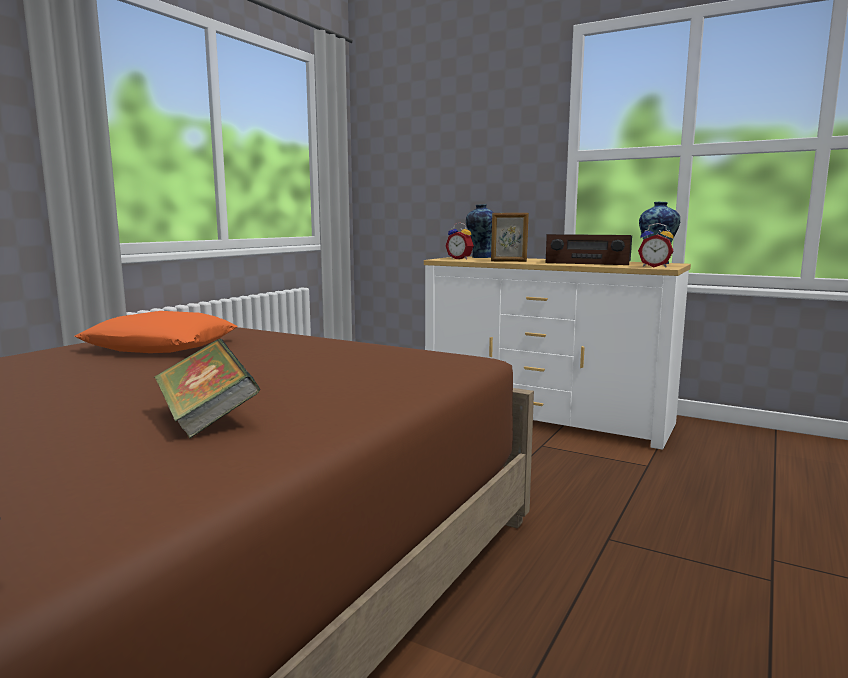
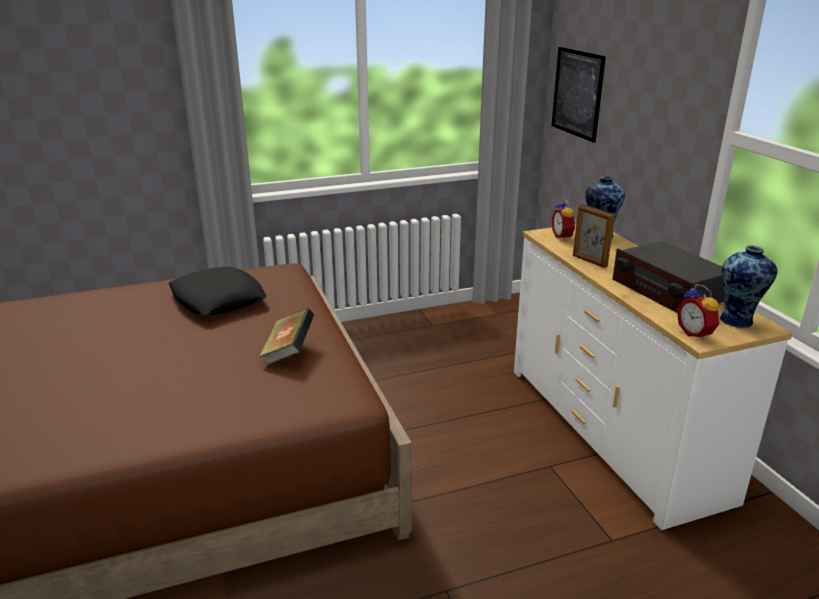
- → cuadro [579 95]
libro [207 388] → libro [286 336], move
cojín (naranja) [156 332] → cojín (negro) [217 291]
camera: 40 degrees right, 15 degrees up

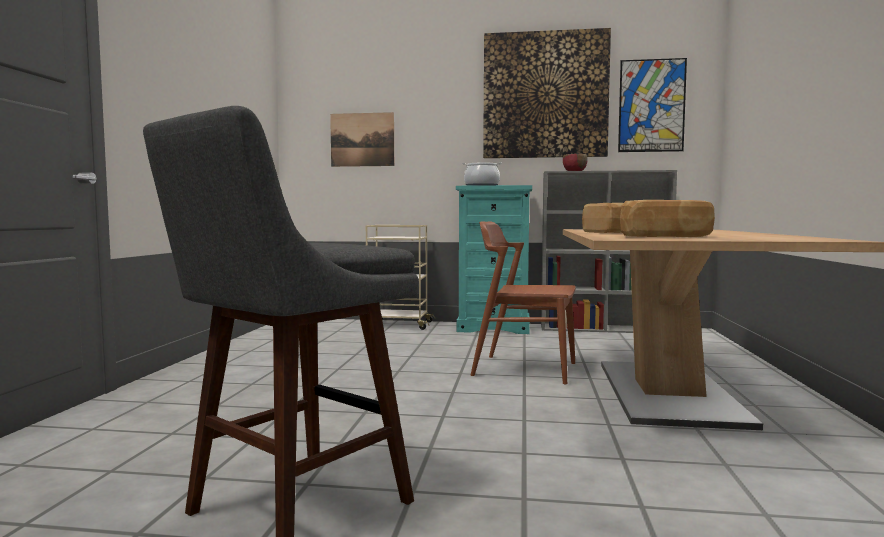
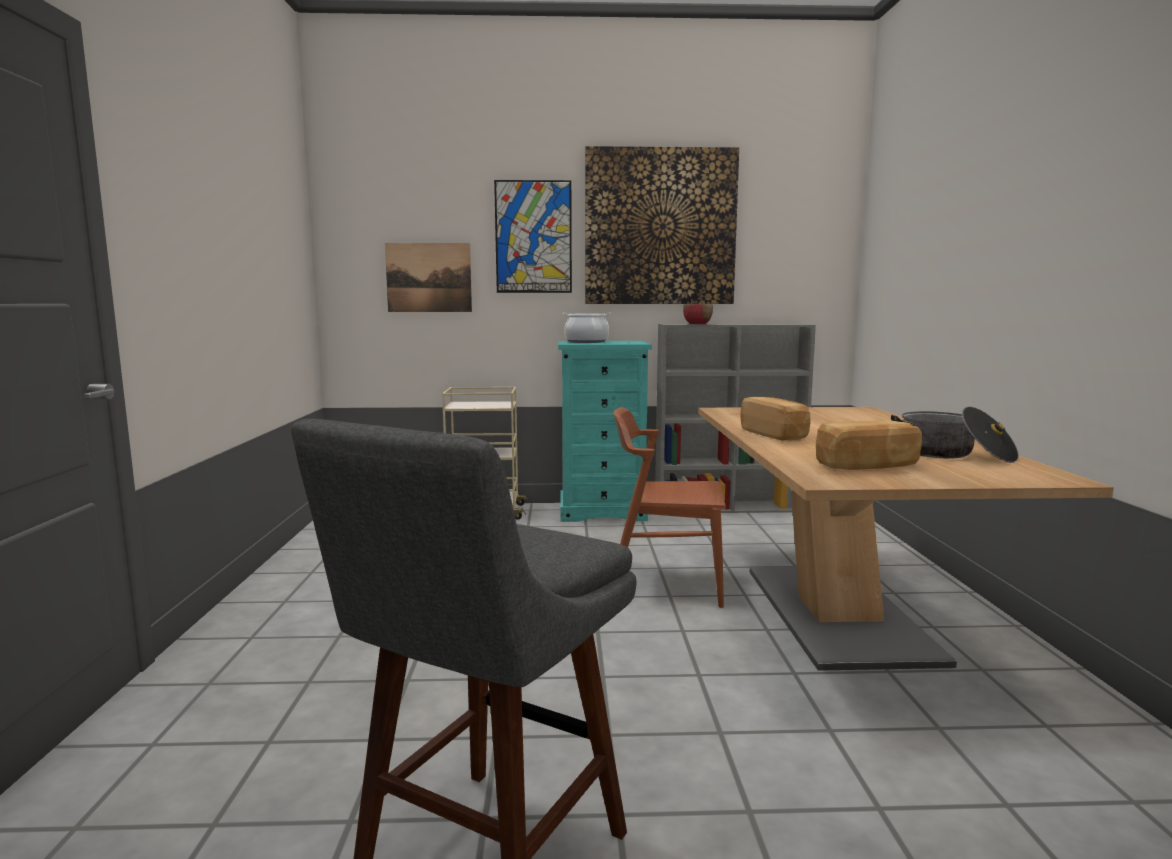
- → olla [955 434]
cuadro [652 105] → cuadro [533 236], move
camera: 10 degrees left, 5 degrees up

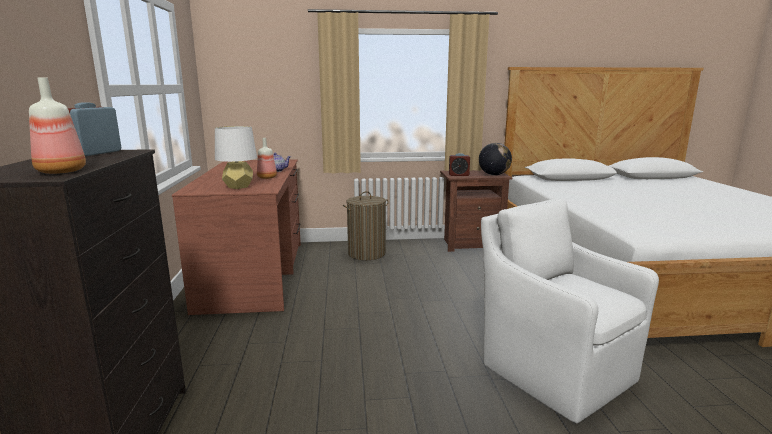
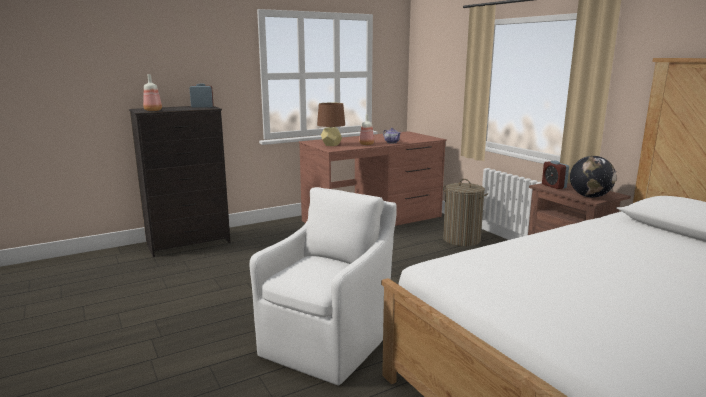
lámpara de mesa (blanco) [236 157] → lámpara de mesa (marrón) [331 124]
camera: 65 degrees right, 0 degrees up

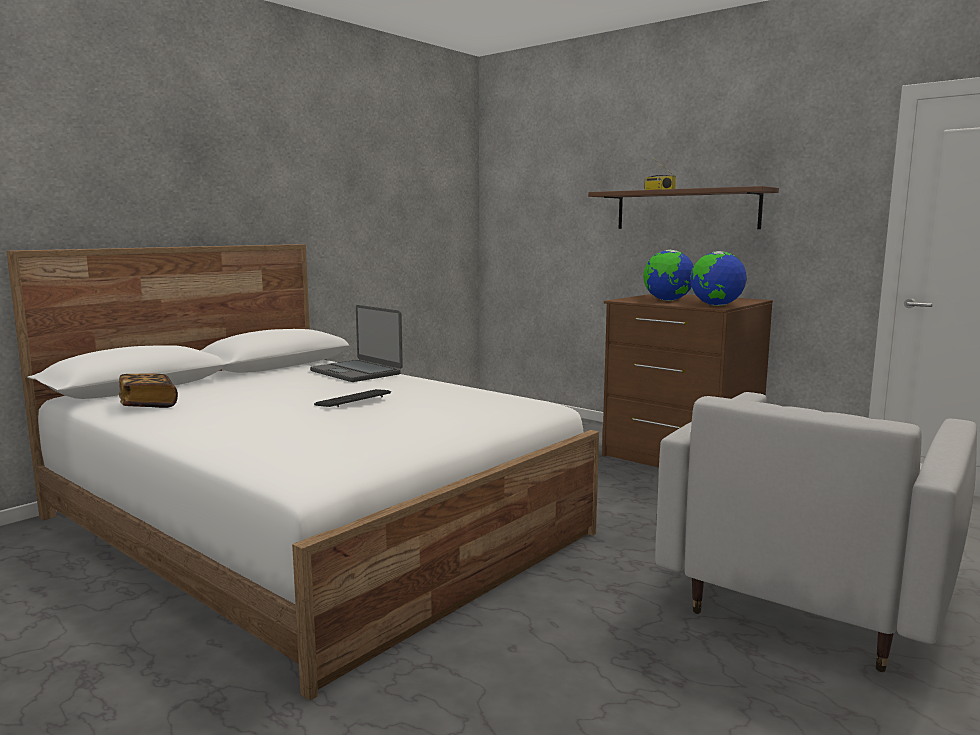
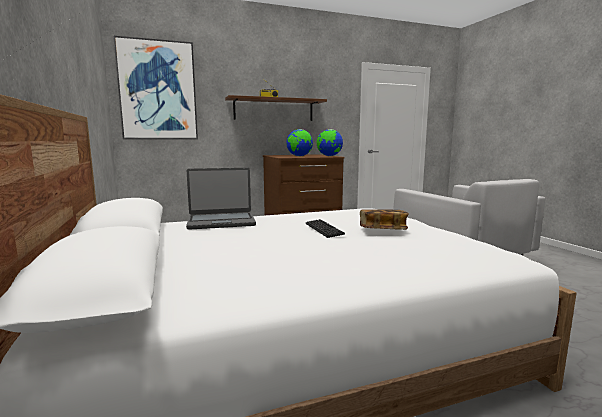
- → cuadro [155 87]
libro [148 391] → libro [384 219], move
camera: 60 degrees left, 0 degrees up

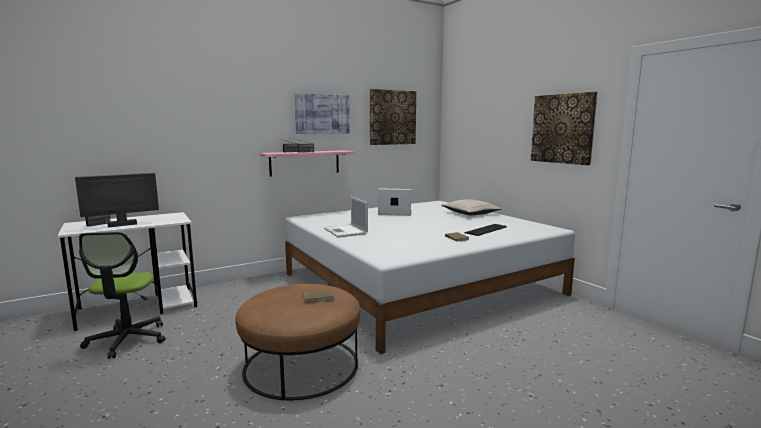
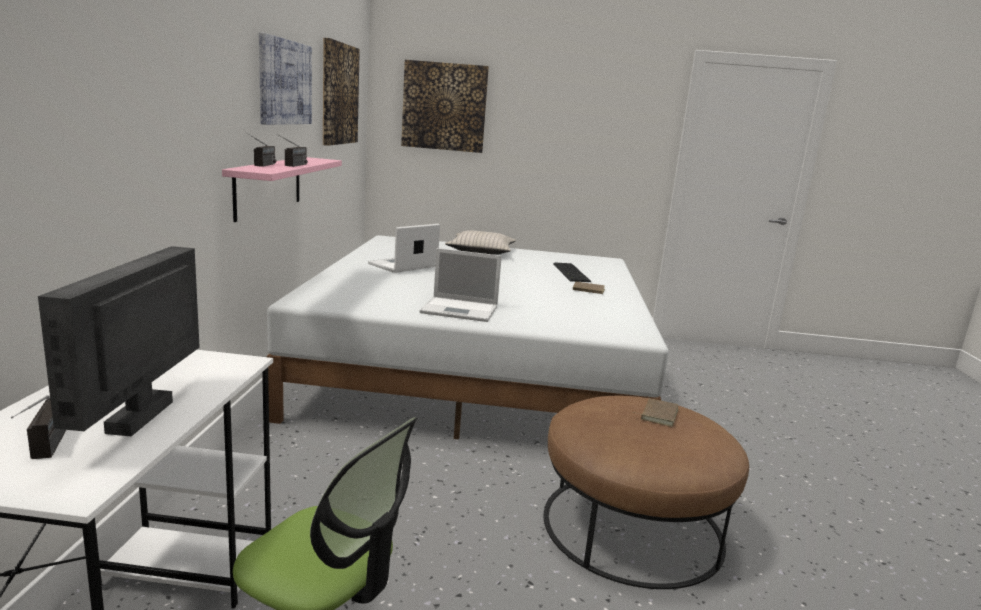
cuadro [564 128] → cuadro [445 106], move
camera: 55 degrees left, 5 degrees up

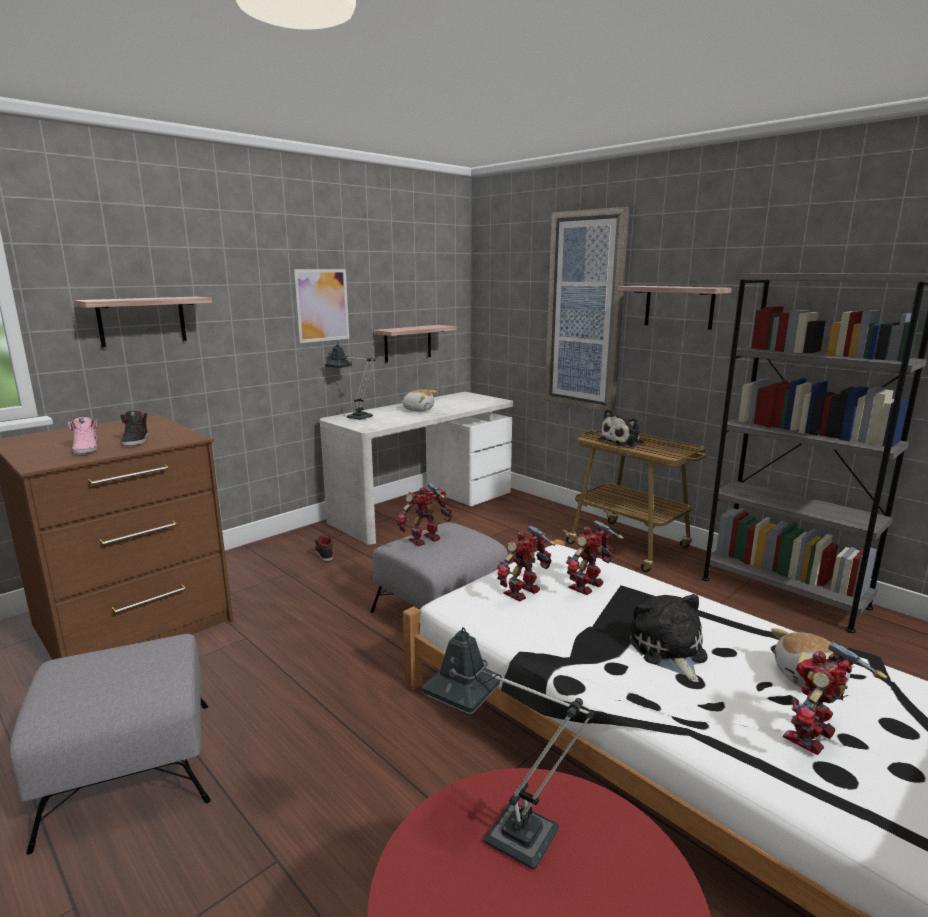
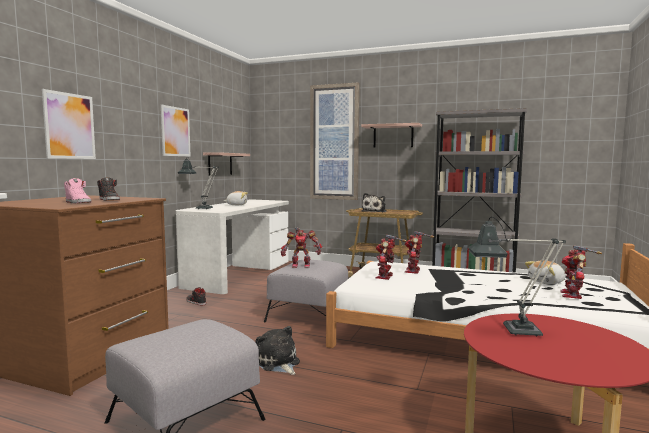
peluche [668 638] → peluche [277 350], move
estante [143 321] → cuadro [69 124]
robot de juguete [425 514] → robot de juguete [301 247], 120 degrees counterclockwise
camera: 25 degrees left, 10 degrees down

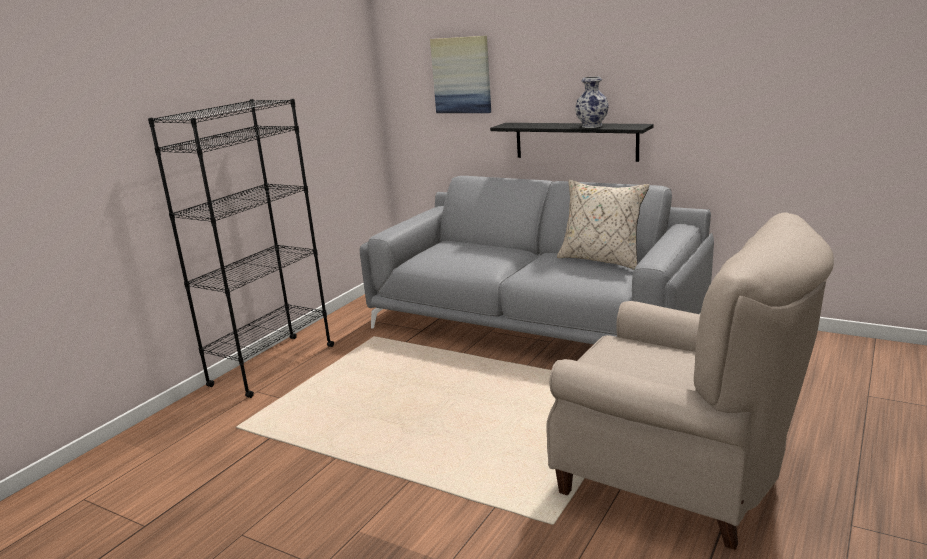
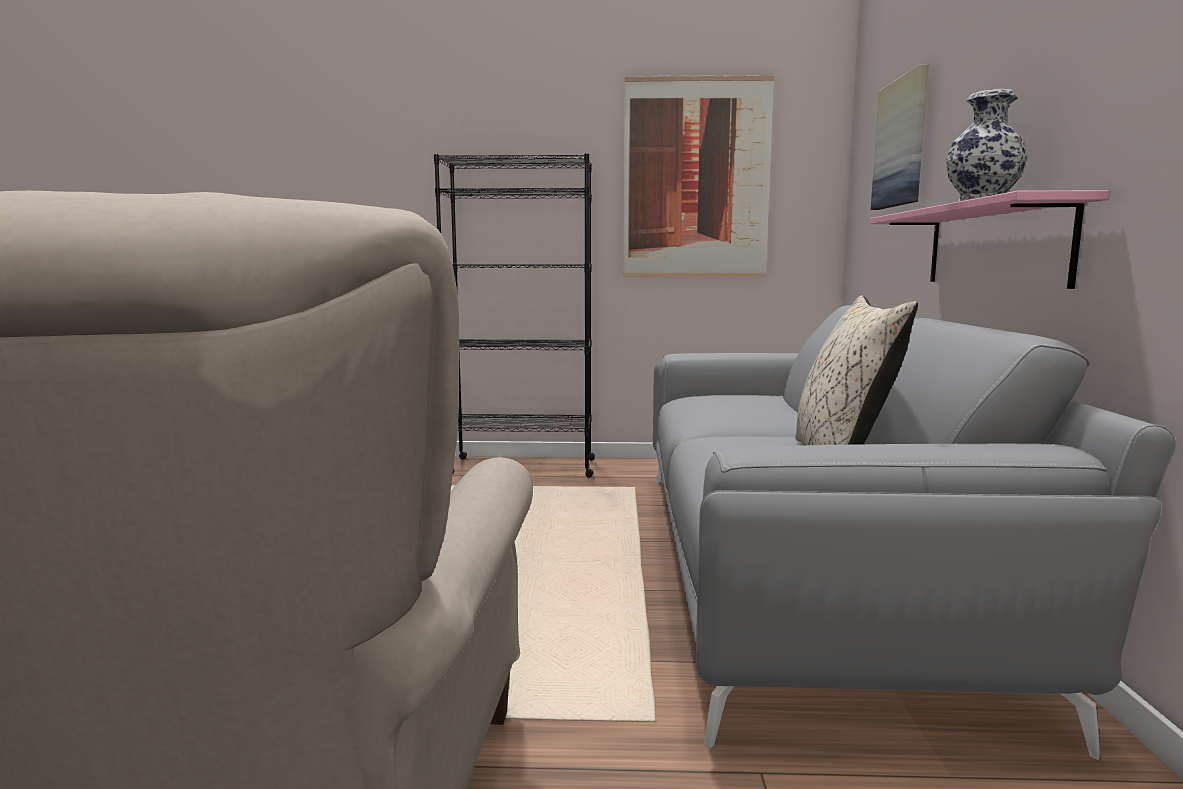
- → cuadro [698 176]
estante (negro) [572 142] → estante (rosa) [989 239]
camera: 60 degrees right, 10 degrees down

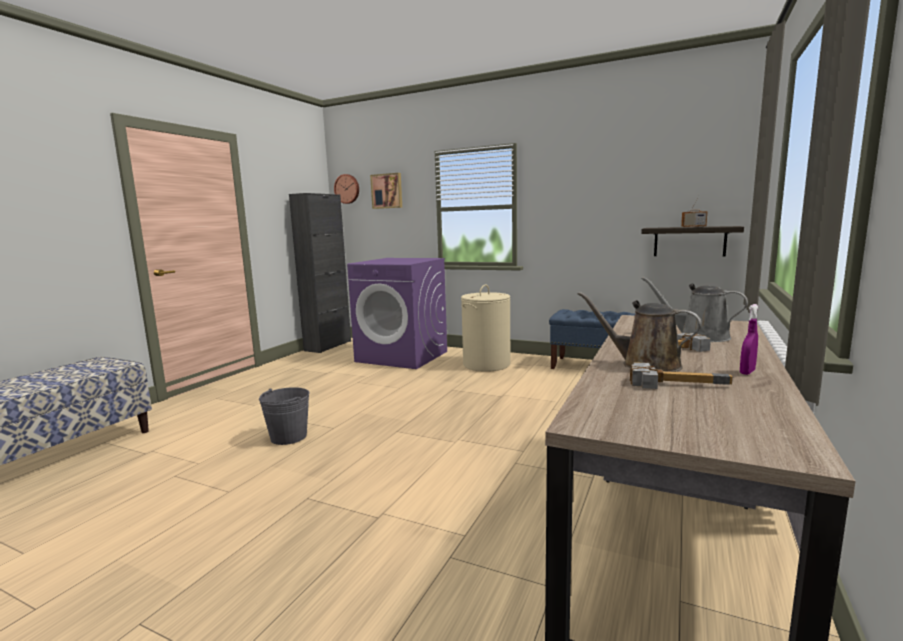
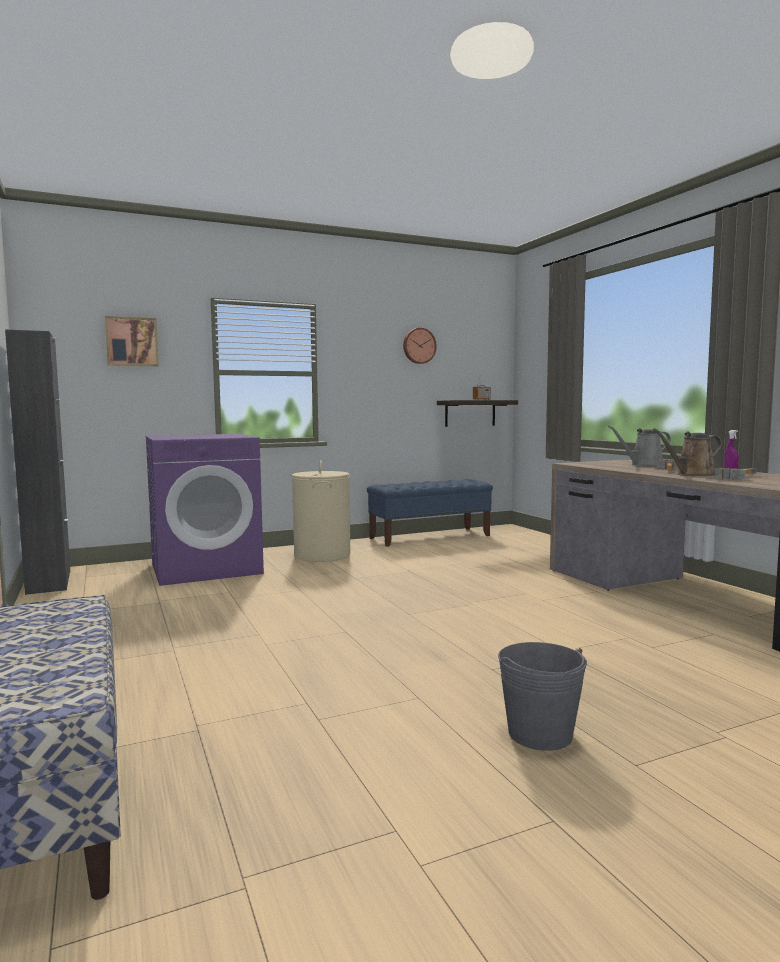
cubo (gris) [284 416] → cubo (gris) [542 696], move
reloj de pared [346 189] → reloj de pared [420 346], move
camera: 50 degrees left, 5 degrees down

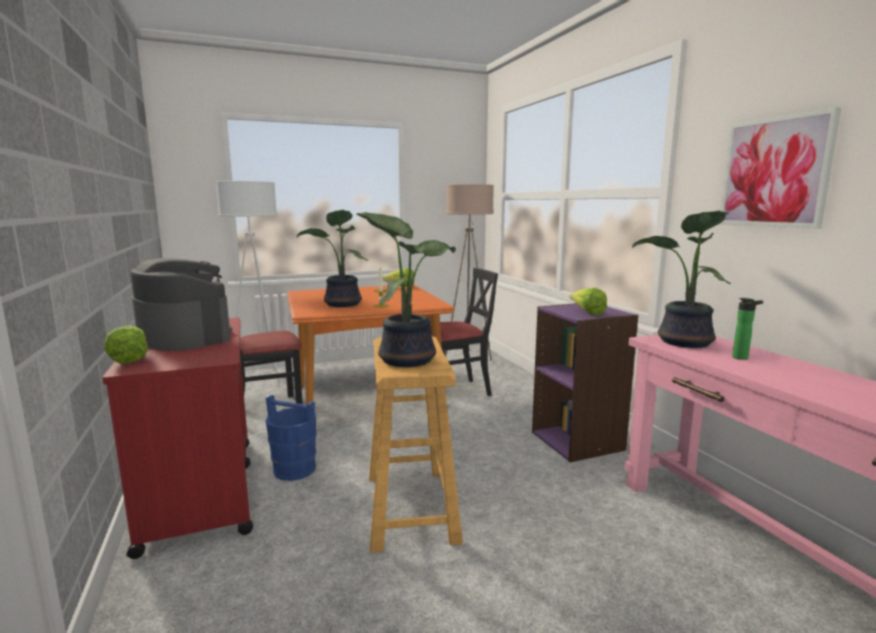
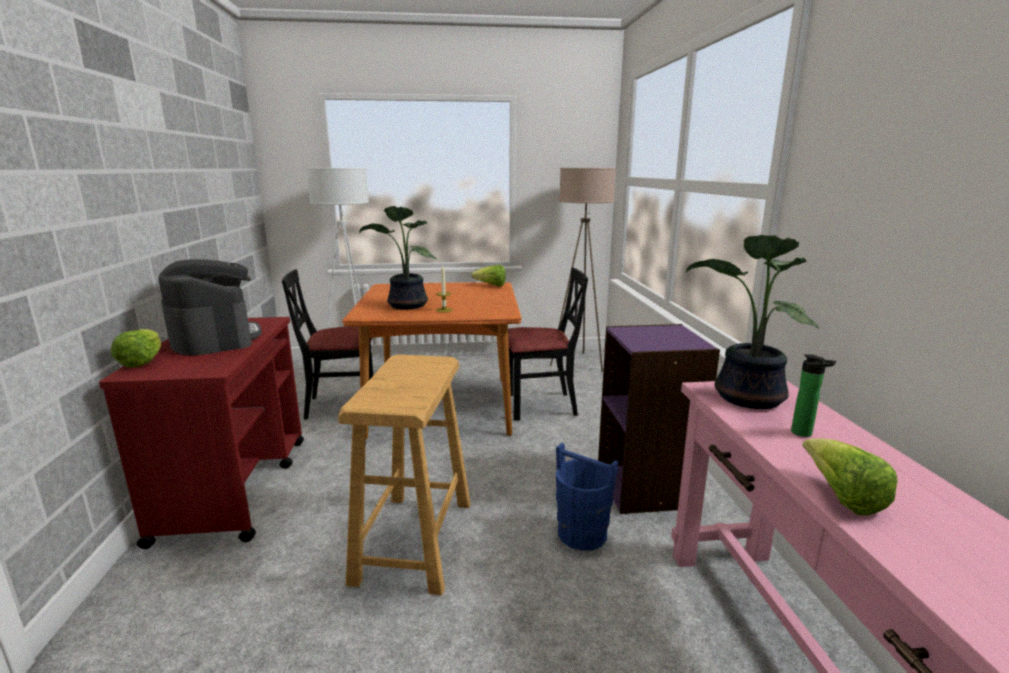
planta en maceta [406 289] → -
cuadro [780 168] → -
cubo (azul) [291 438] → cubo (azul) [587 497], move
lechuga [588 301] → lechuga [850 477], move
camera: 15 degrees right, 5 degrees up

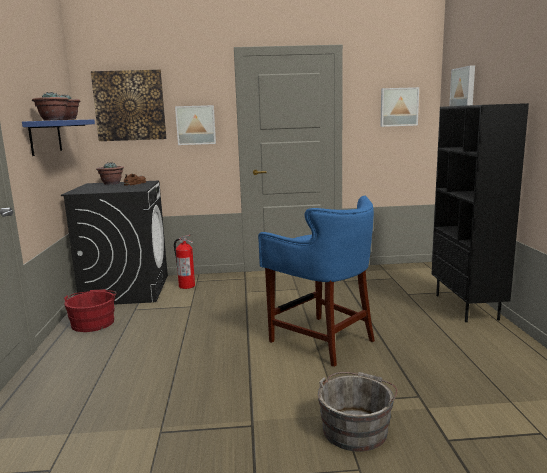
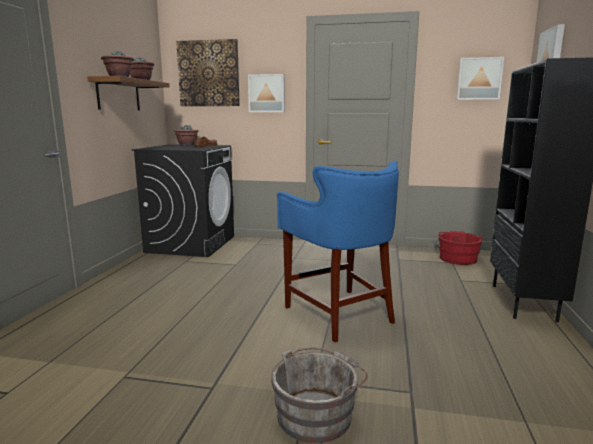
extintor [184 262] → -
cubo (rojo) [90 310] → cubo (rojo) [460 248], move
estante (azul) [58 137] → estante (marrón) [128 93]
camera: 15 degrees right, 0 degrees up

